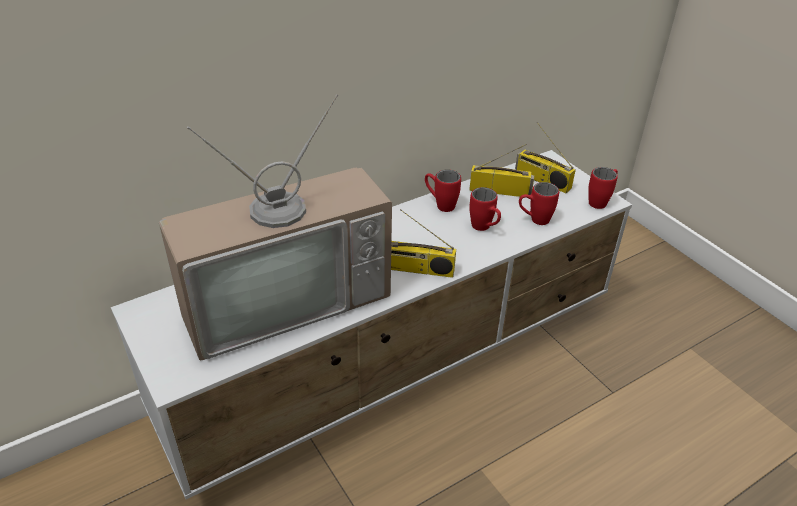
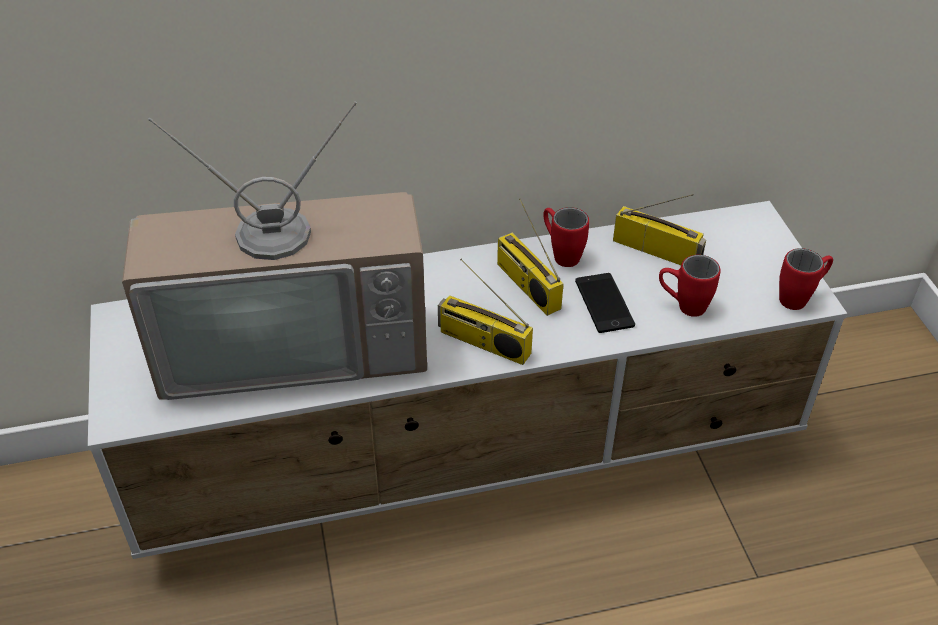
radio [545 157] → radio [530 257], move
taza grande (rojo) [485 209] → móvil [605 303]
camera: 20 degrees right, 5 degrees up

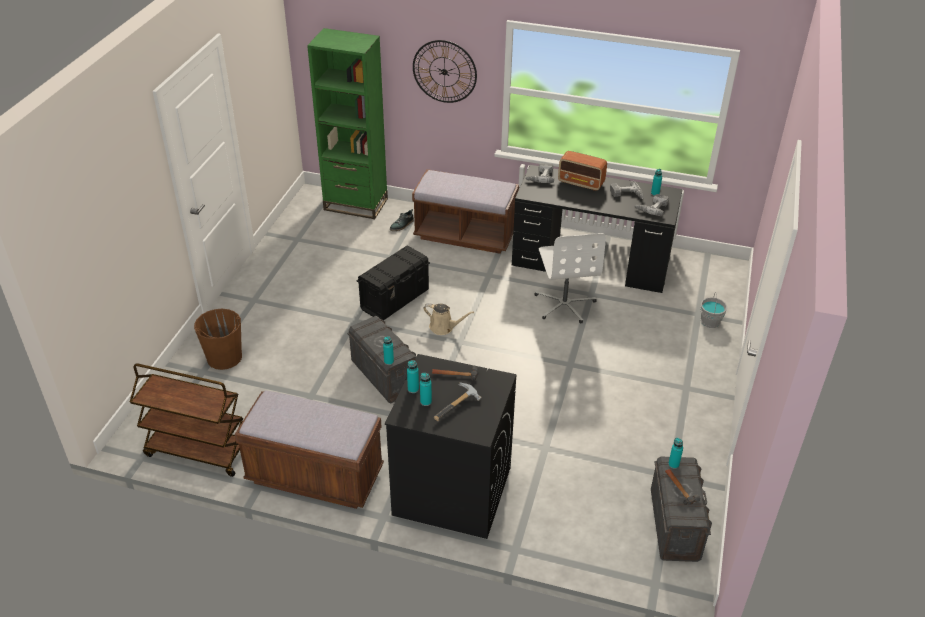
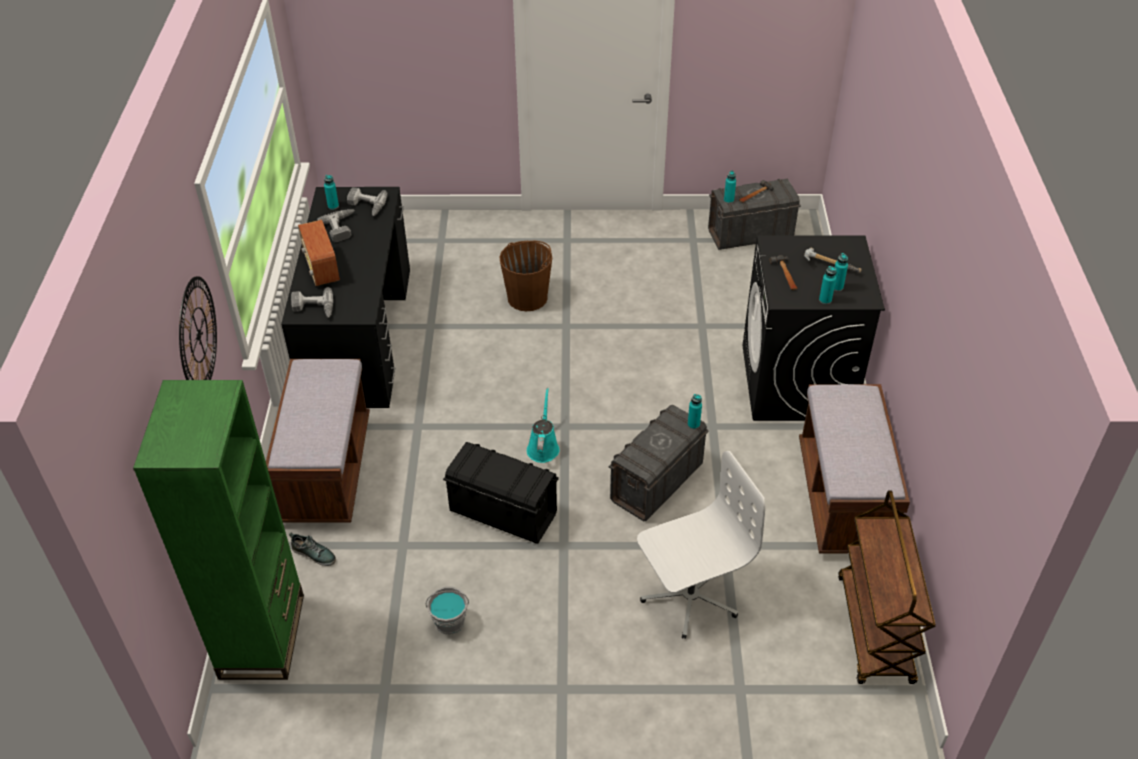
cubo (marrón) [218 339] → cubo (marrón) [525 276], move
silla de oficina (blanco) [570 278] → silla de oficina (blanco) [701 545], move
cubo (gris) [713 310] → cubo (gris) [447 611], move
regadera (beis) [448 319] → regadera (turquesa) [543 425]
radio [582 171] → radio [319 253], 150 degrees clockwise
camera: 105 degrees left, 5 degrees up

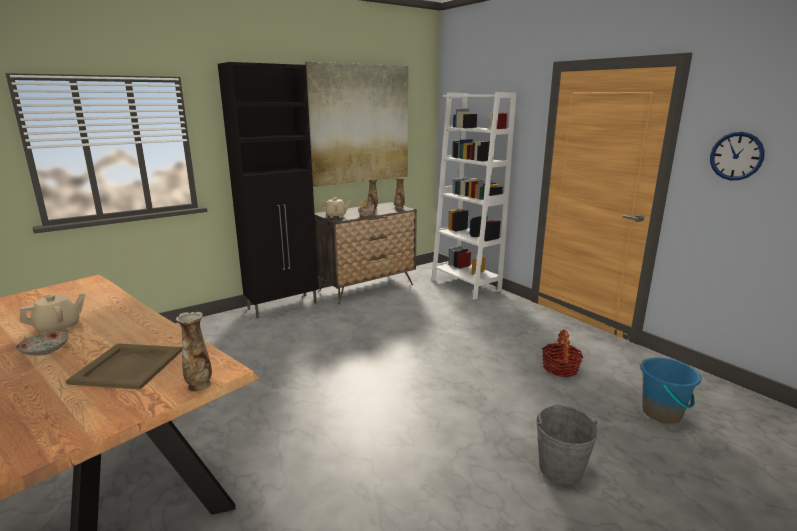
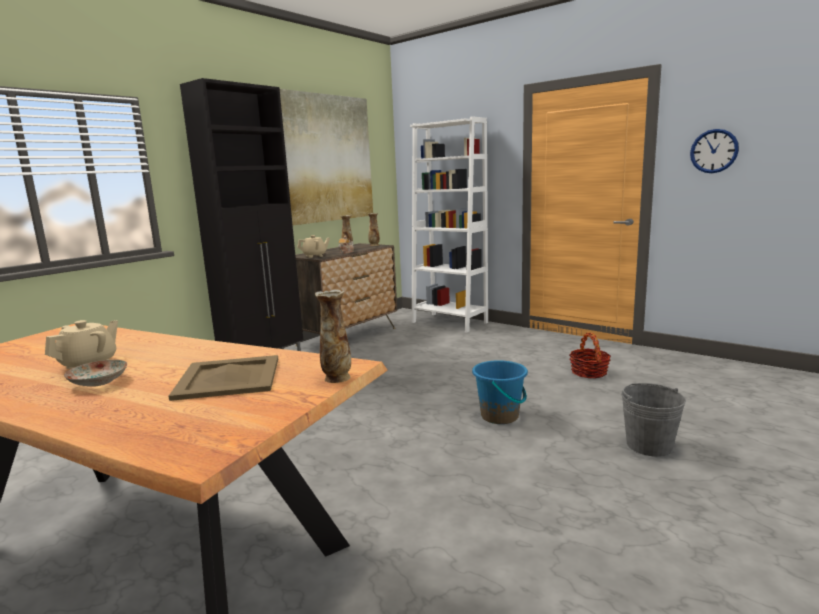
cubo (azul) [671 390] → cubo (azul) [500 392], move
camera: 15 degrees left, 5 degrees down

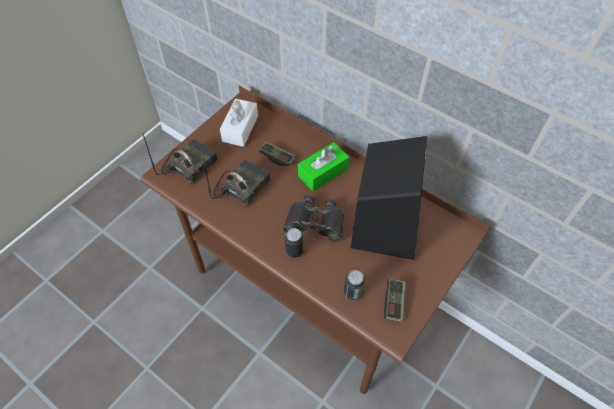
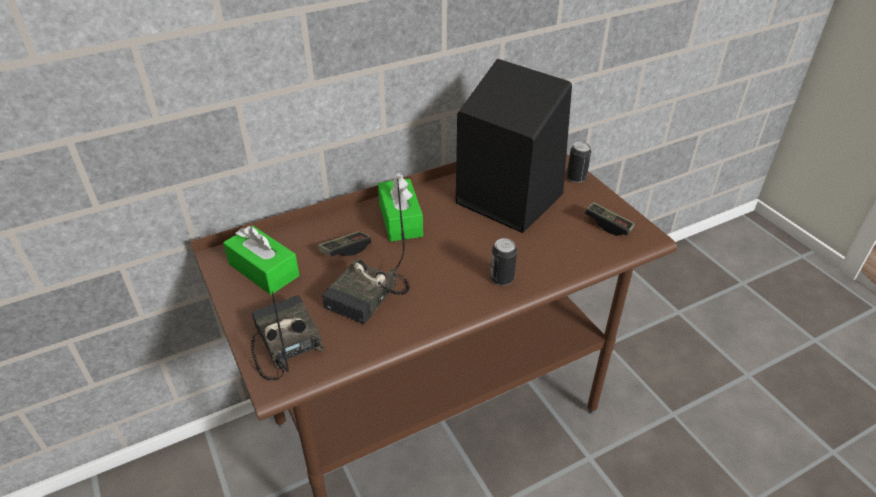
prismáticos (negro) [314 218] → -
lata [354 285] → lata [579 162], move
caja de pañuelos (blanco) [239 123] → caja de pañuelos (verde) [261 260]
radio [236 182] → radio [366 251], 120 degrees counterclockwise
camera: 65 degrees left, 15 degrees down

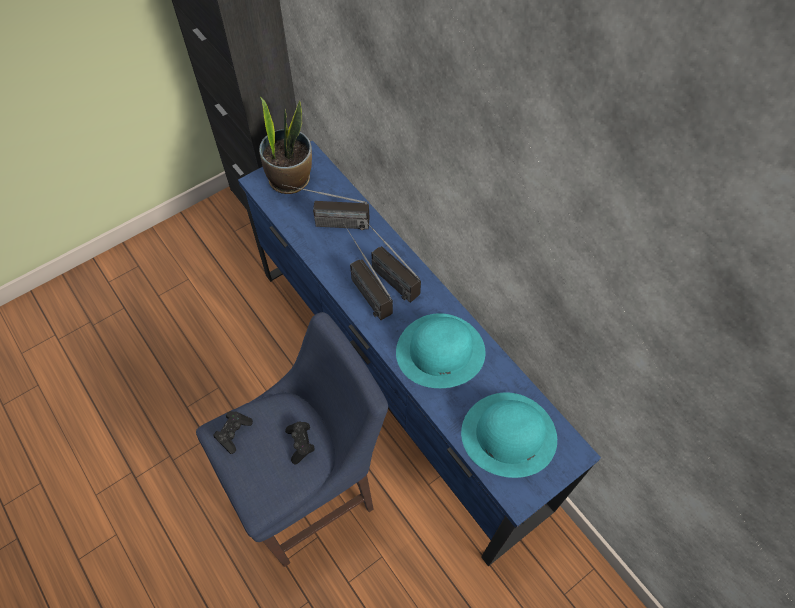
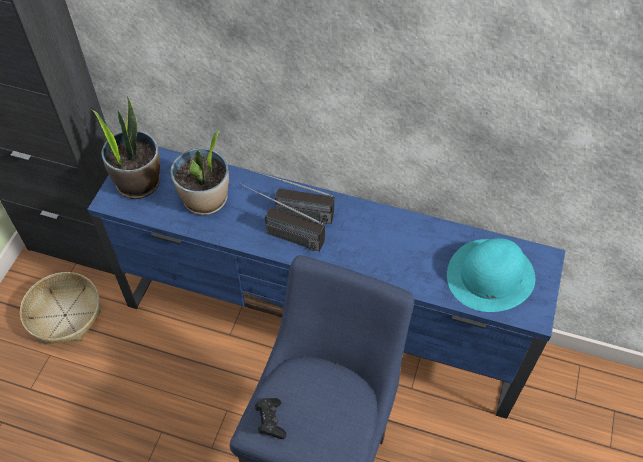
mando de consola (negro) [300 443] → -
sombrero (turquesa) [440 350] → -
- → cesta [60 308]
radio [326 207] → planta en maceta [199 173]
camera: 35 degrees left, 5 degrees down

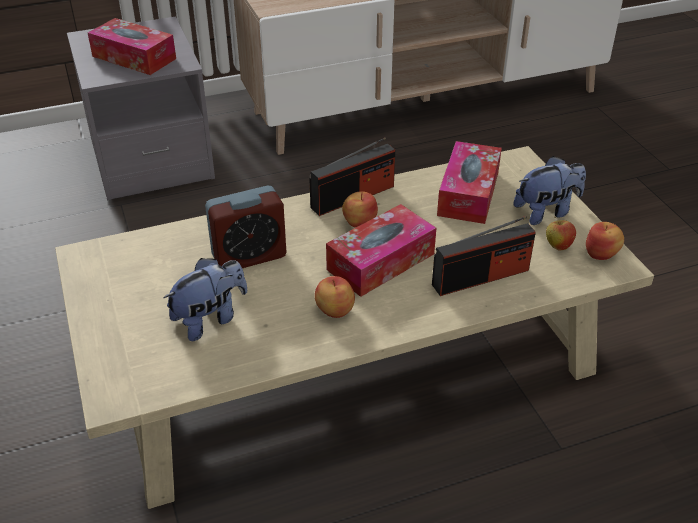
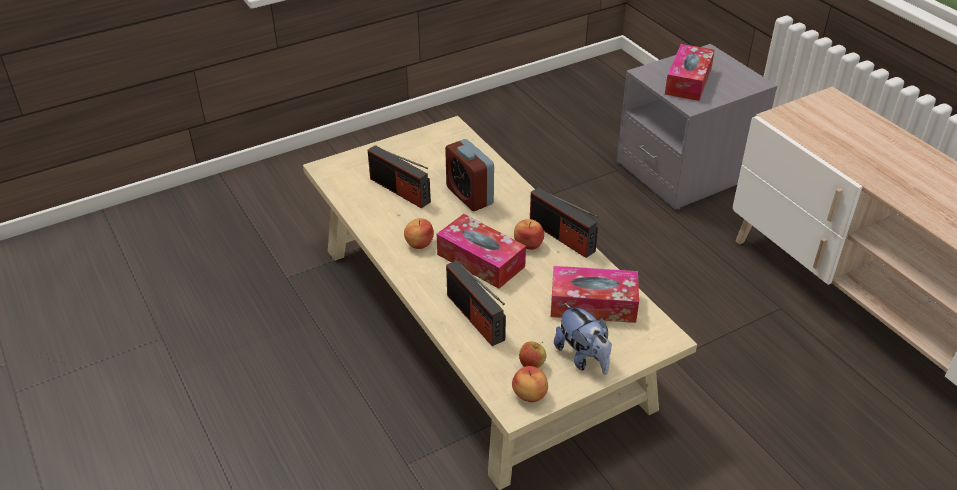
peluche [205 299] → radio [399 176]
camera: 80 degrees right, 0 degrees up

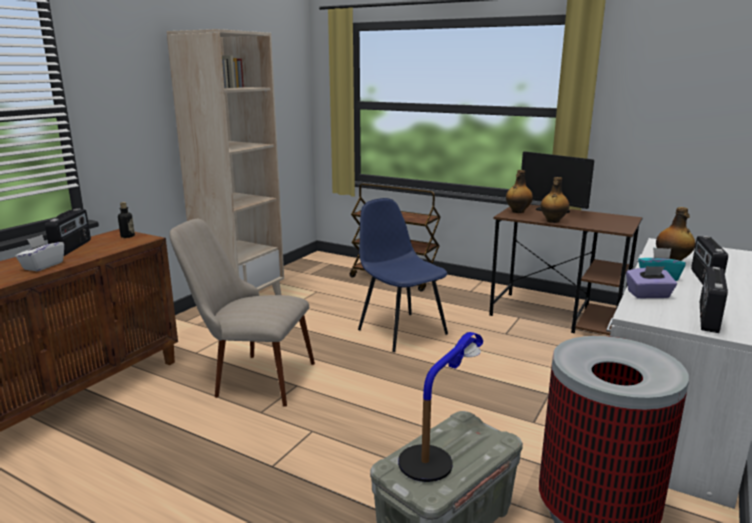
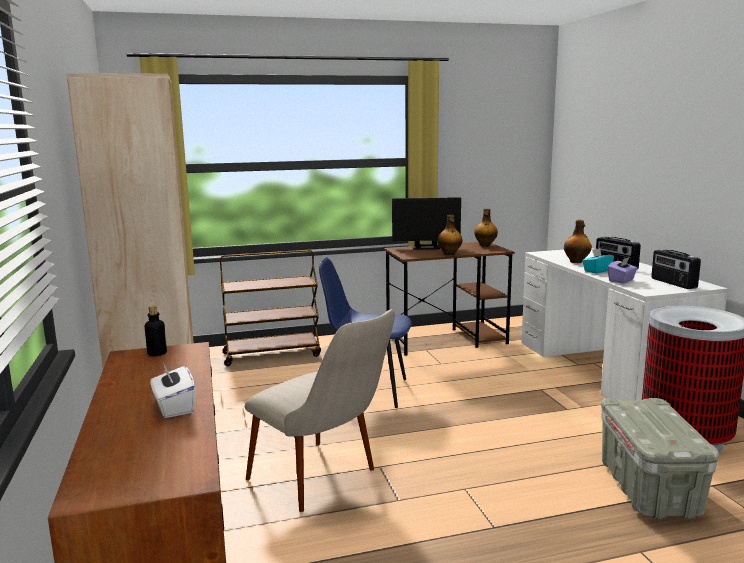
radio [68 232] → -
lámpara de mesa [440 407] → -
botella [519 191] → botella [486 228], move
silla (beis) [242 313] → silla (beis) [320 410], 105 degrees counterclockwise
camera: 45 degrees left, 5 degrees down

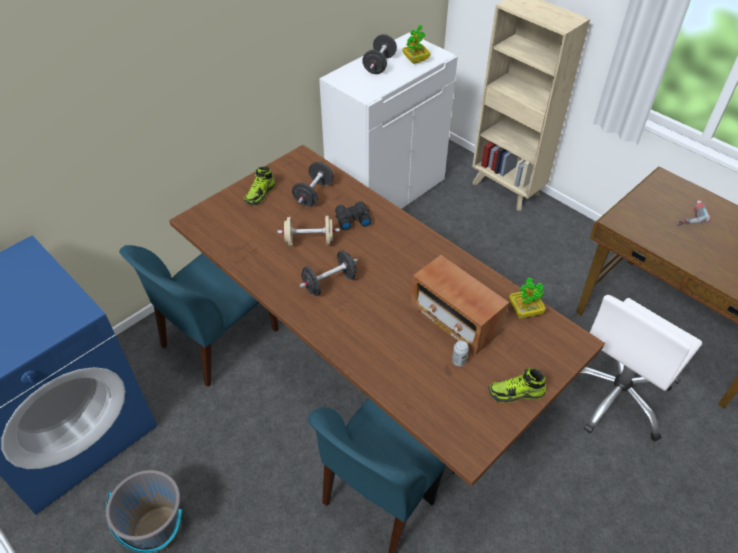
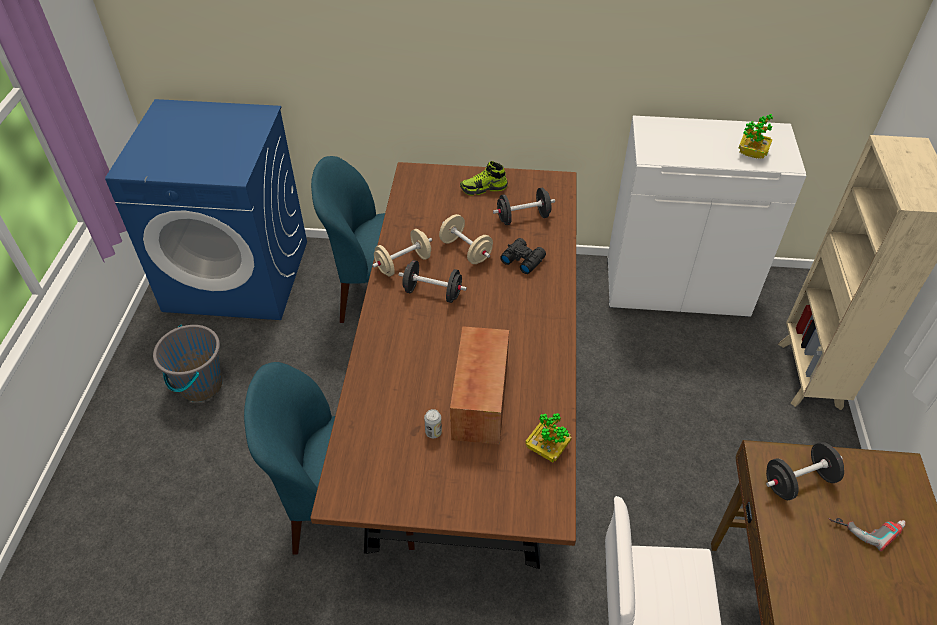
zapato [517 385] → -
- → mancuerna (beis) [402 252]
mancuerna (negro) [379 54] → mancuerna (negro) [805 471], move
camera: 50 degrees right, 0 degrees up

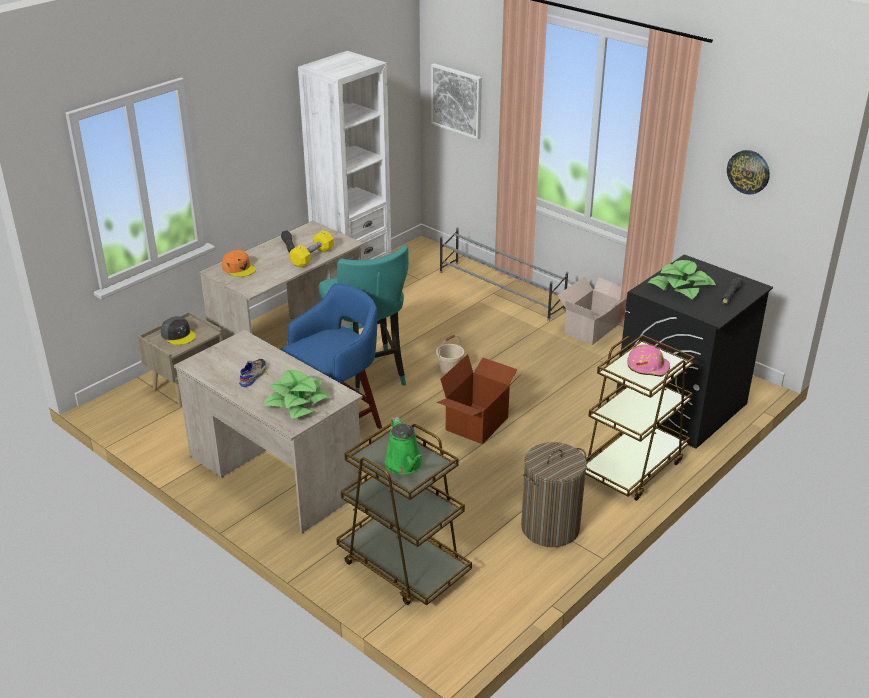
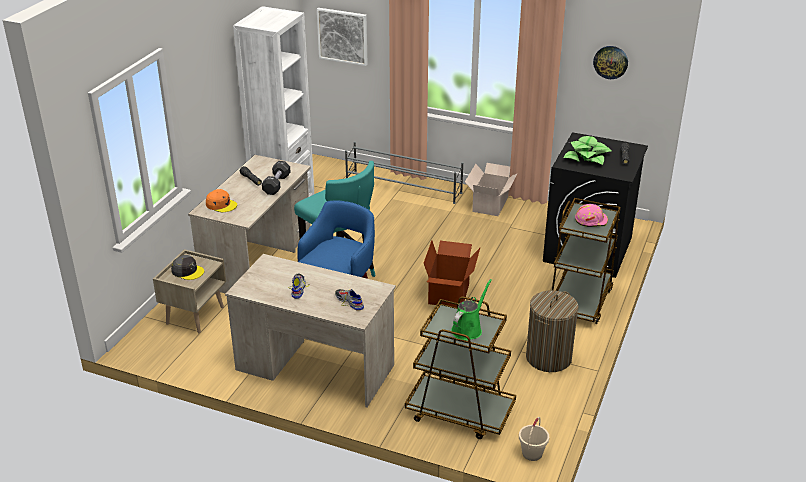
cubo (beis) [450 355] → cubo (beis) [534 439], move
planta en maceta [297 394] → zapato [349 300]
mancuerna (amarillo) [312 249] → mancuerna (negro) [276 178]
regadera (verde) [403 446] → regadera (verde) [471 309], 105 degrees counterclockwise
camera: 20 degrees left, 0 degrees up

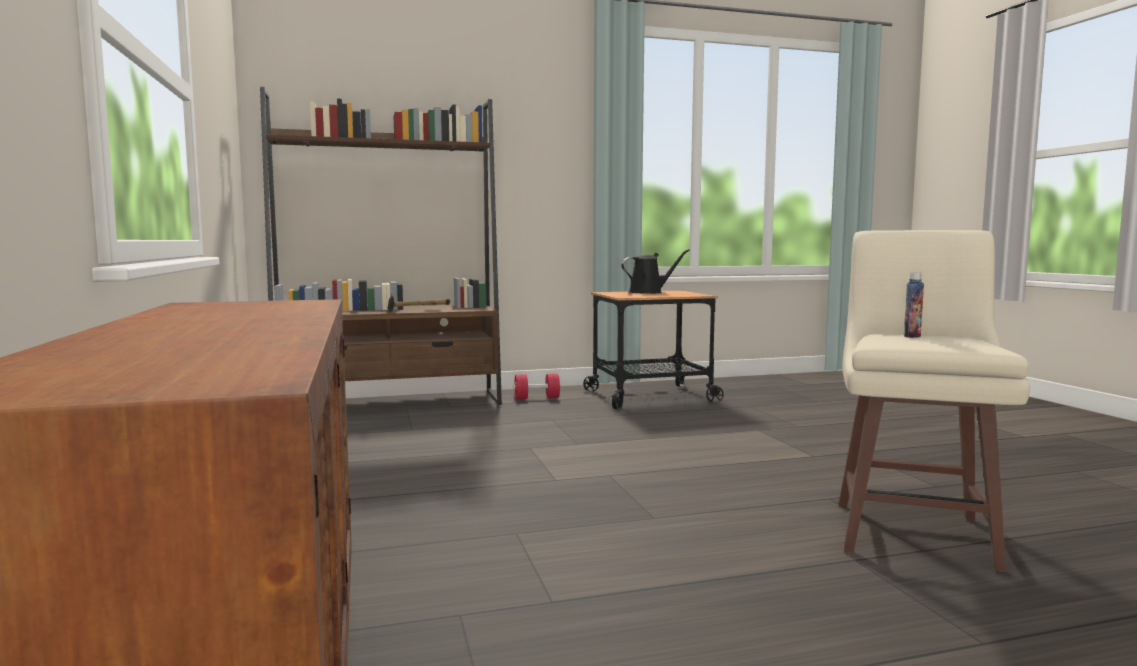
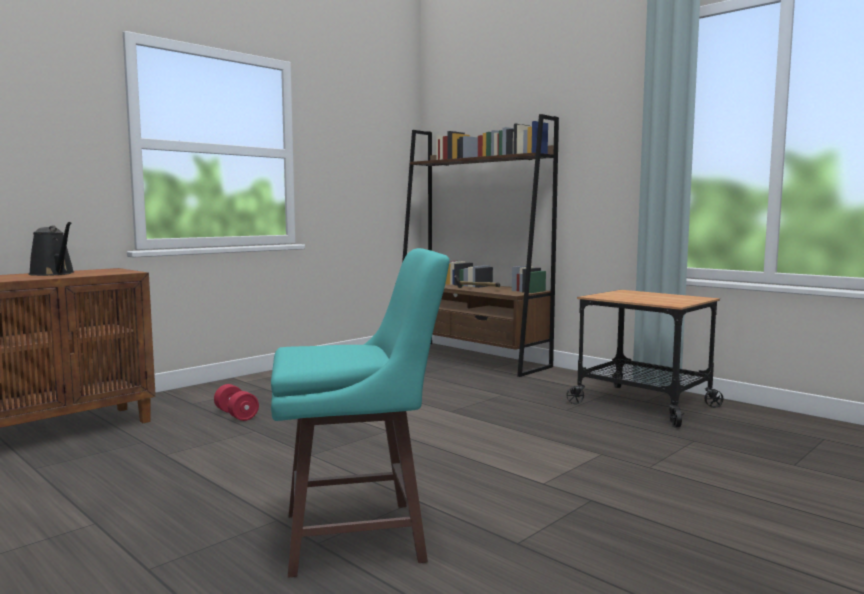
botella [914 305] → -
mancuerna (rojo) [537 386] → mancuerna (rojo) [236 402], move
regadera (negro) [656 271] → regadera (negro) [52 249], move
taburete (beis) [934 401] → taburete (turquesa) [360 413]
camera: 60 degrees right, 0 degrees up

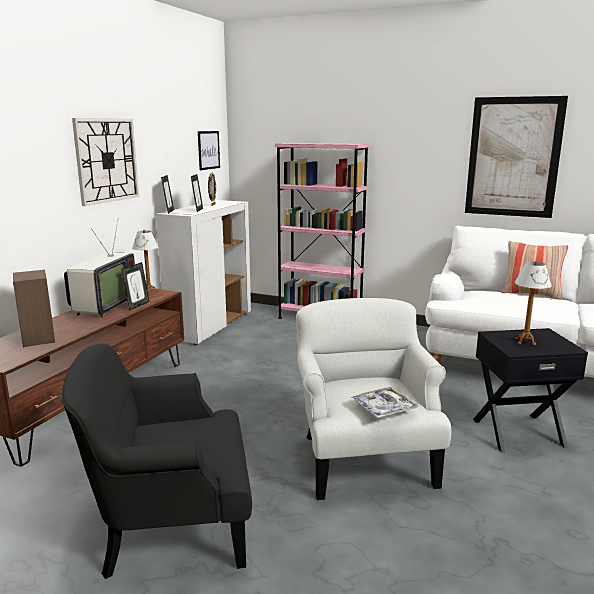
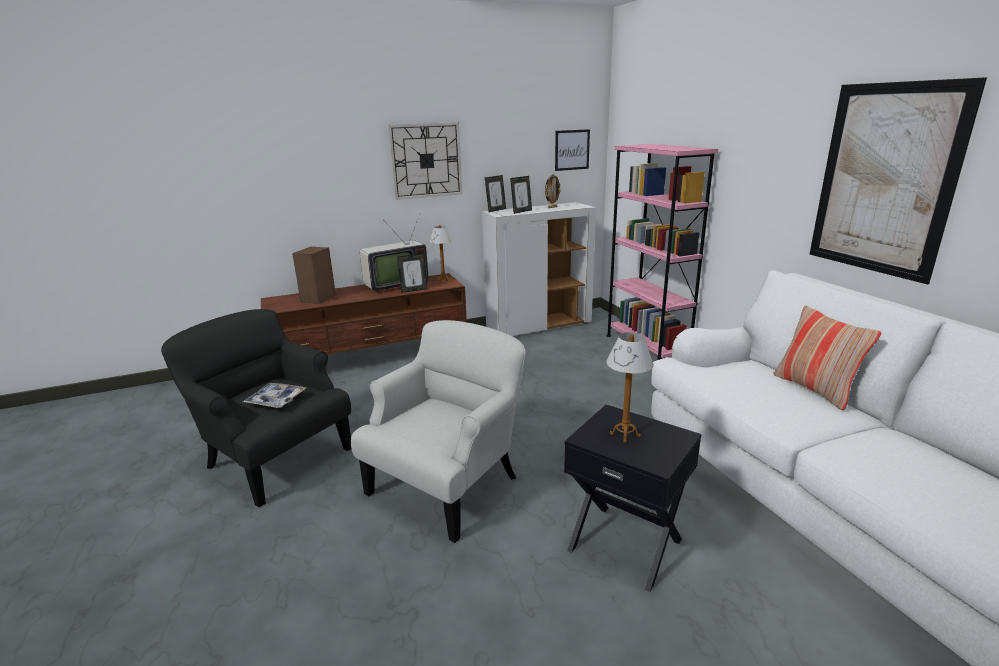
bandeja [384 402] → bandeja [275 395], move
camera: 45 degrees right, 5 degrees up

